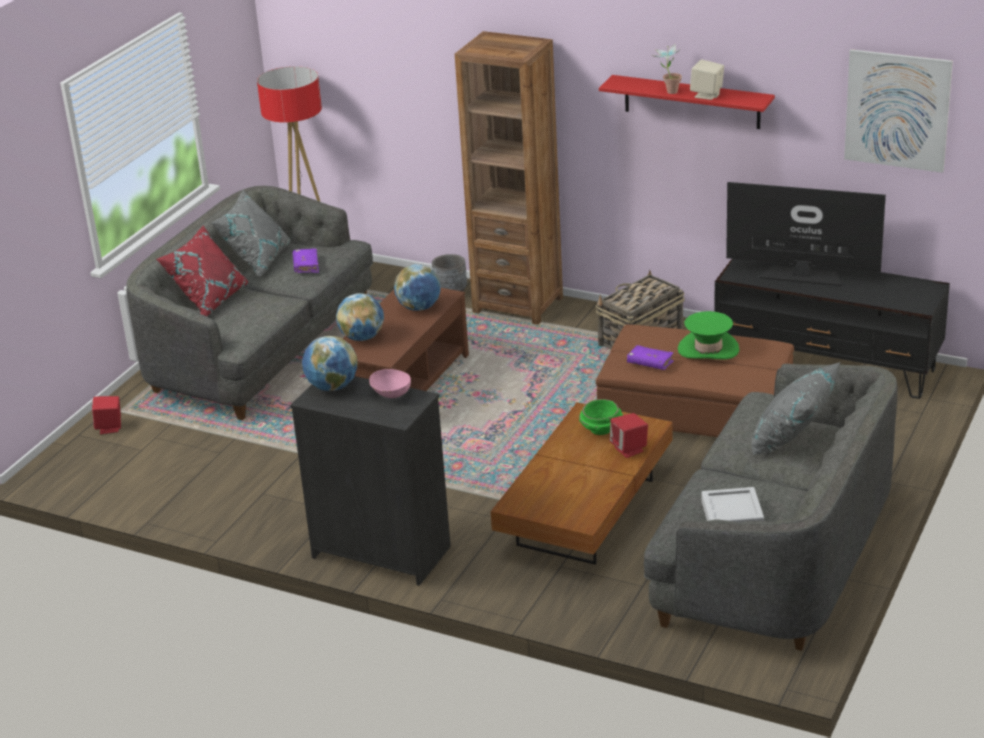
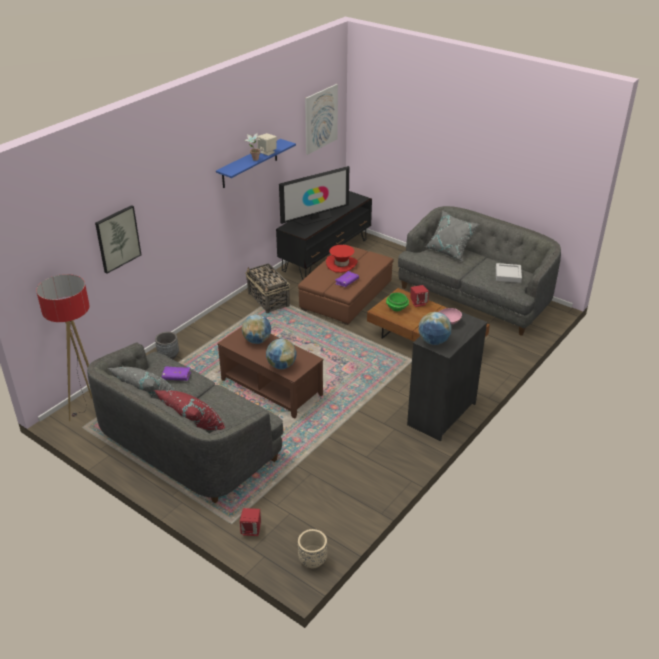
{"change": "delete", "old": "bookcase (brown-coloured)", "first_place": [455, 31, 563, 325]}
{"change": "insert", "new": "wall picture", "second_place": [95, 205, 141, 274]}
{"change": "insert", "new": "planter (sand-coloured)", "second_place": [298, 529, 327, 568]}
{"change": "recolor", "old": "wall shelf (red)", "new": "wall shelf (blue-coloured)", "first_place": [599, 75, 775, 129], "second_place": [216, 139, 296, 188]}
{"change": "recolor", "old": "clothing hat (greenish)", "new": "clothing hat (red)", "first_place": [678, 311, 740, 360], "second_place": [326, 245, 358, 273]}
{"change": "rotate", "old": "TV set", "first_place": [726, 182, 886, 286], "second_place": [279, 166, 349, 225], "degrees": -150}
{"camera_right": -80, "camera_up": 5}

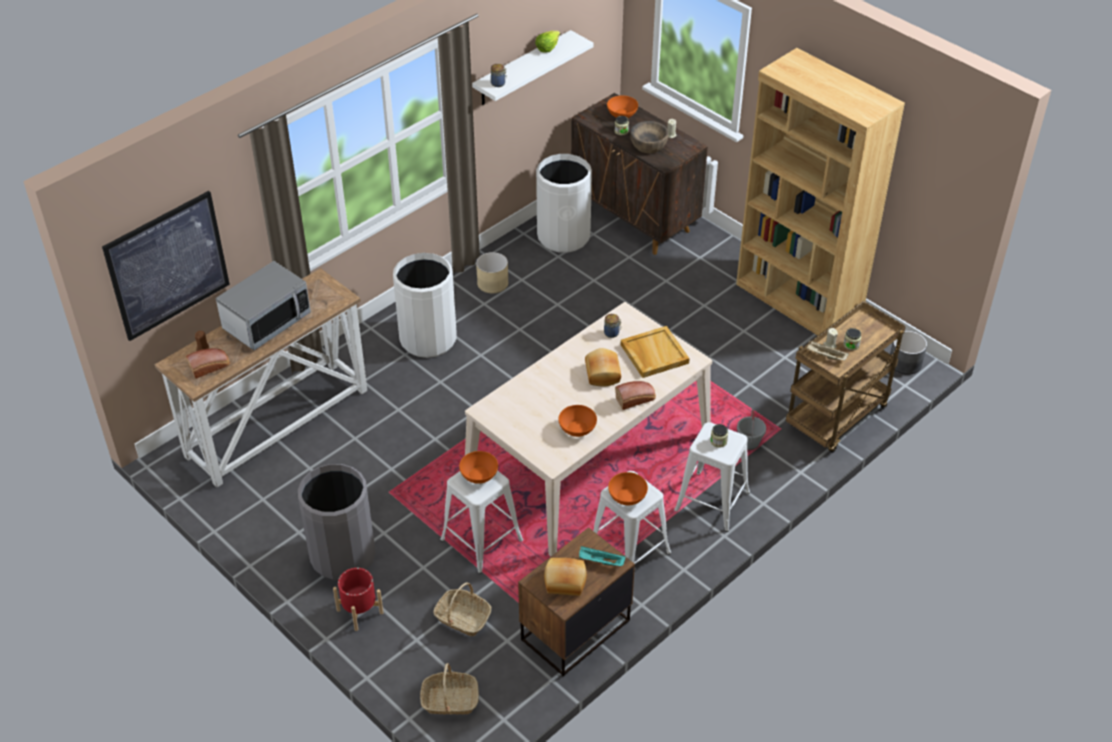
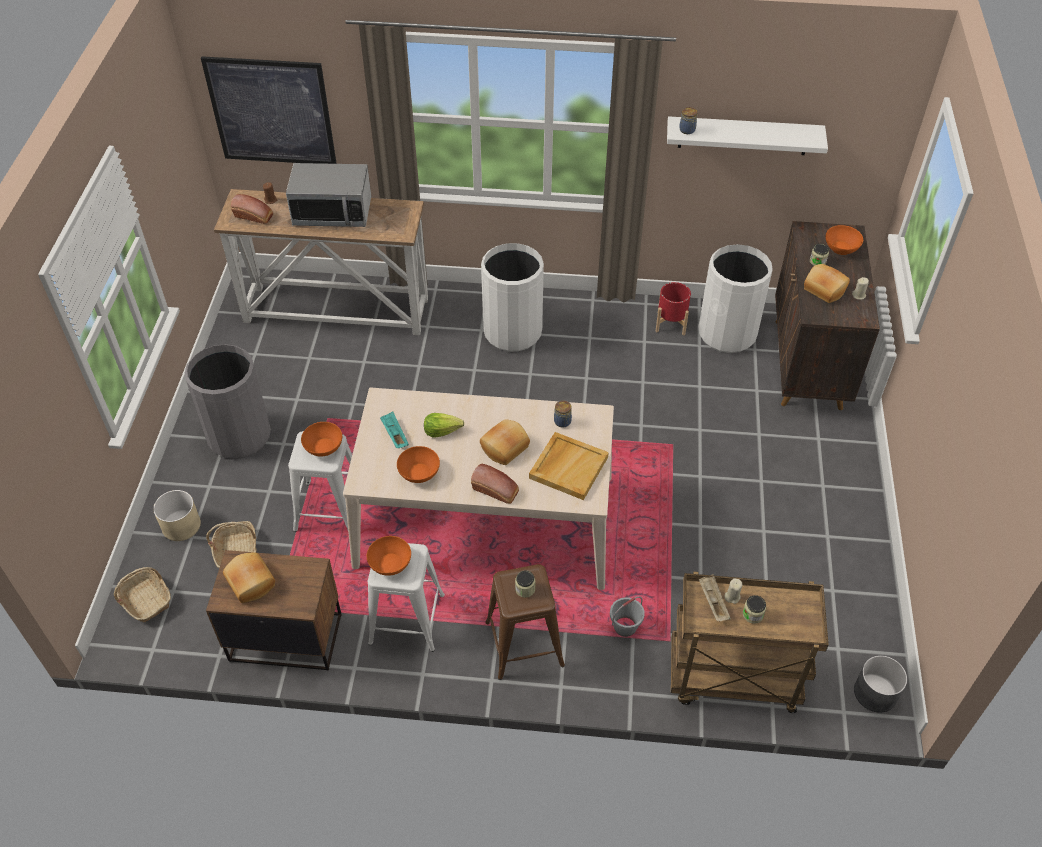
{"change": "delete", "old": "bookcase (brown-coloured)", "first_place": [736, 48, 905, 335]}
{"change": "move", "old": "planter (red)", "first_place": [333, 568, 384, 631], "second_place": [656, 282, 691, 335]}
{"change": "move", "old": "planter (sand-coloured)", "first_place": [476, 252, 508, 293], "second_place": [153, 490, 201, 541]}
{"change": "move", "old": "lettuce", "first_place": [535, 31, 560, 53], "second_place": [424, 413, 464, 437]}
{"change": "move", "old": "carrying tray (blue-green)", "first_place": [579, 546, 626, 566], "second_place": [380, 411, 409, 448]}
{"change": "replace", "old": "bowl (brown-coloured)", "new": "baked bread", "first_place": [630, 121, 668, 153], "second_place": [804, 264, 850, 303]}
{"change": "recolor", "old": "stool (whitish)", "new": "stool (brown-coloured)", "first_place": [674, 422, 750, 532], "second_place": [485, 564, 565, 680]}
{"camera_right": 50, "camera_up": 5}

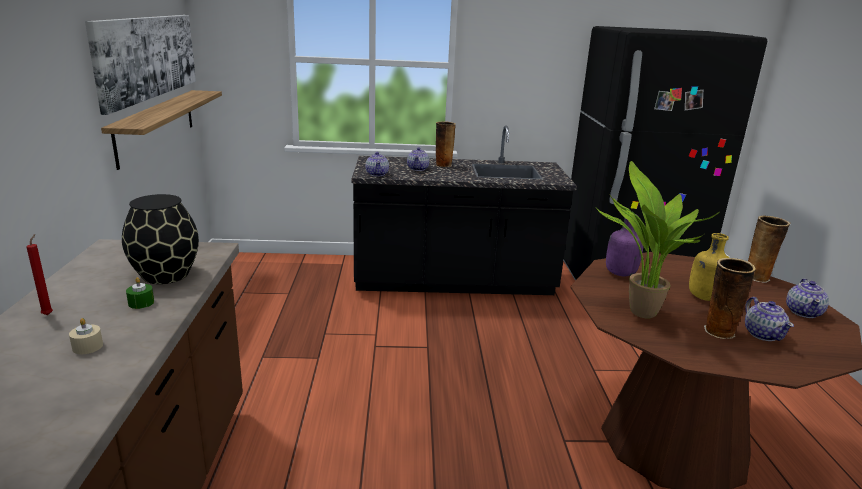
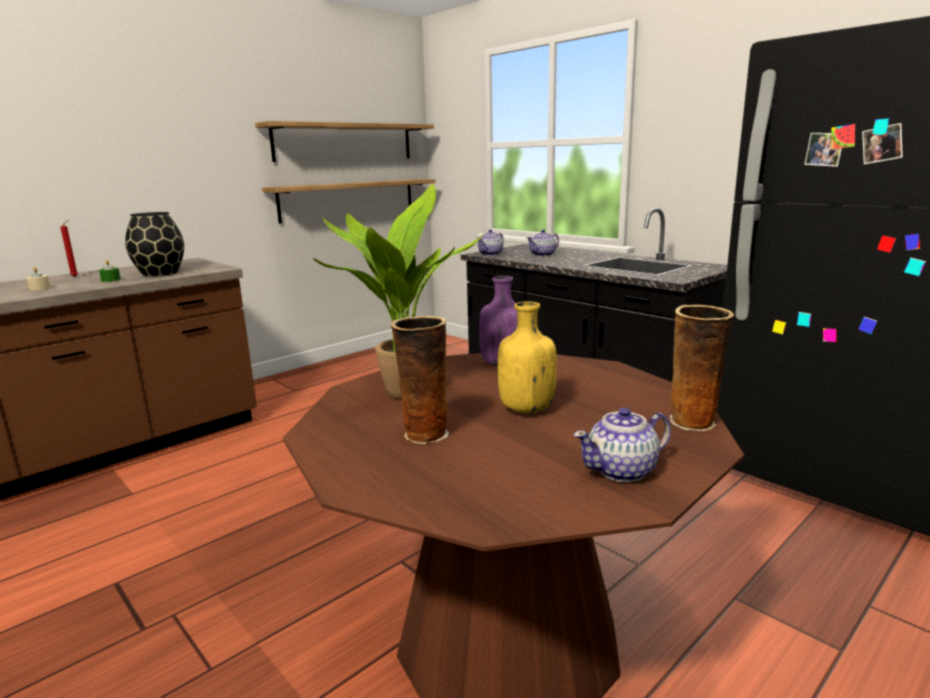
{"change": "delete", "old": "flower vase", "first_place": [436, 121, 456, 167]}
{"change": "delete", "old": "tea pot", "first_place": [745, 297, 794, 341]}
{"change": "replace", "old": "wall picture", "new": "wall shelf", "first_place": [85, 15, 196, 115], "second_place": [255, 121, 434, 162]}
{"camera_right": 50, "camera_up": -5}

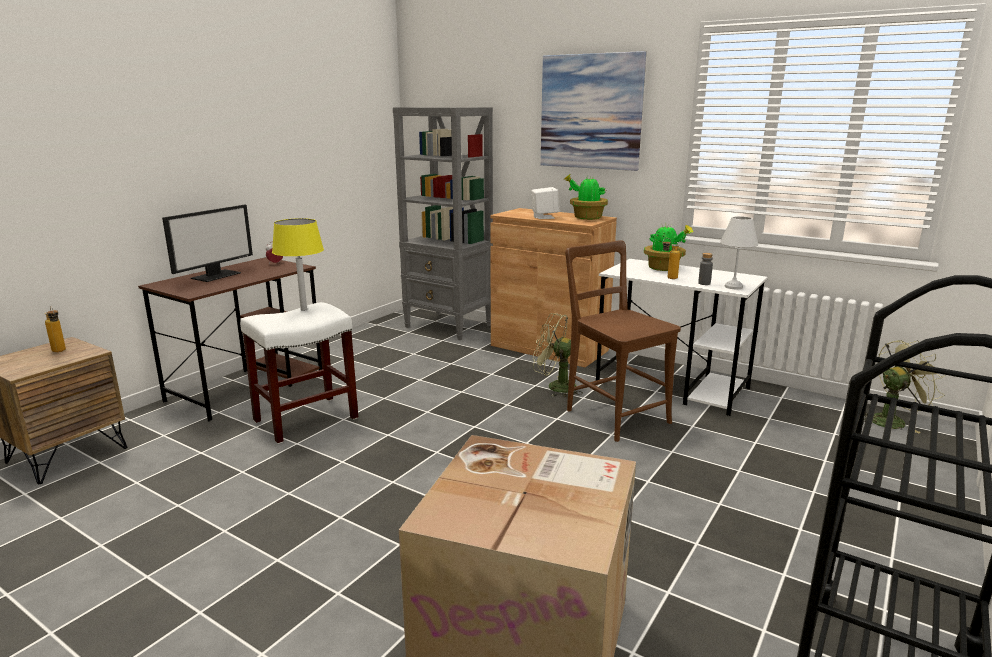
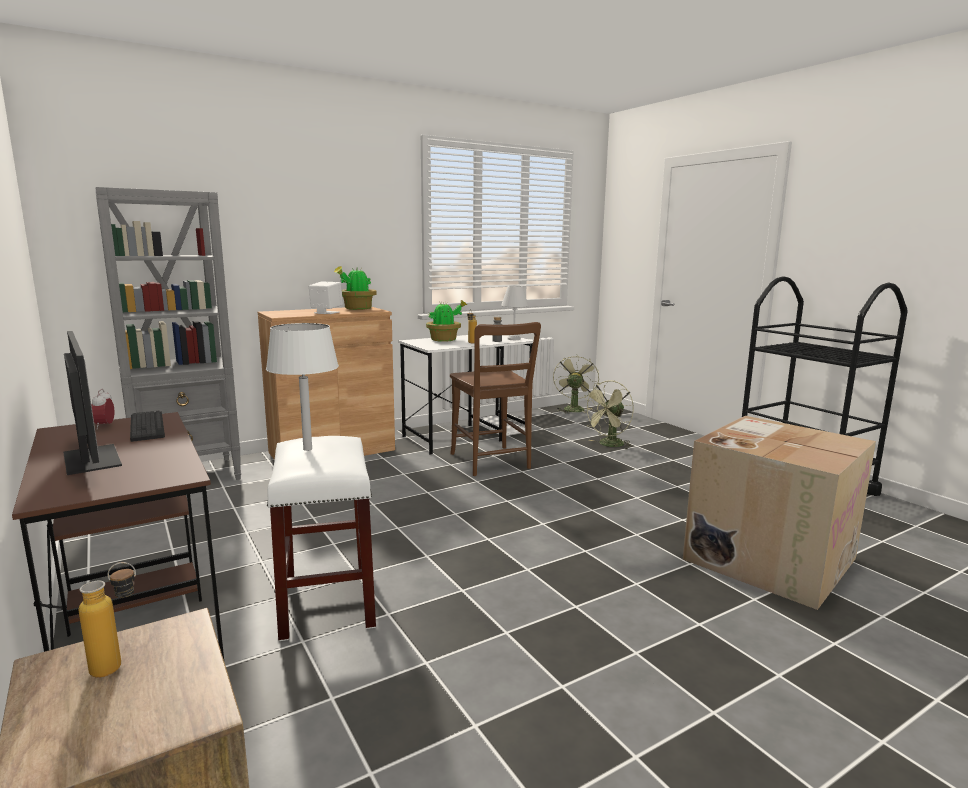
{"change": "delete", "old": "wall picture", "first_place": [541, 51, 646, 171]}
{"change": "insert", "new": "PC keyboard", "second_place": [130, 411, 165, 442]}
{"change": "move", "old": "cooling fan (greenish)", "first_place": [533, 313, 583, 397], "second_place": [581, 381, 634, 449]}
{"change": "recolor", "old": "tabletop lamp (yellowish)", "new": "tabletop lamp (whitish)", "first_place": [272, 218, 324, 311], "second_place": [266, 323, 339, 451]}
{"change": "rotate", "old": "chair (brown-coloured)", "first_place": [566, 240, 681, 442], "second_place": [450, 322, 541, 476], "degrees": -105}
{"camera_right": -65, "camera_up": -5}

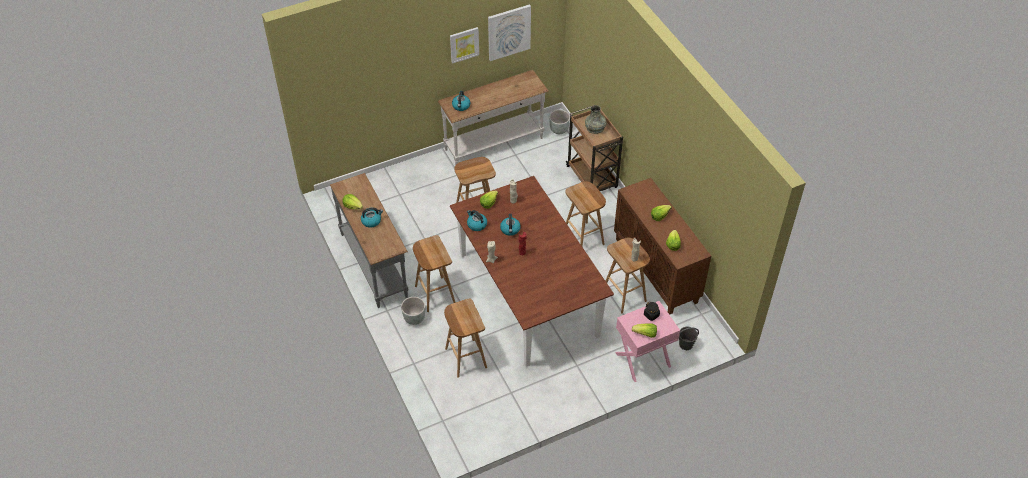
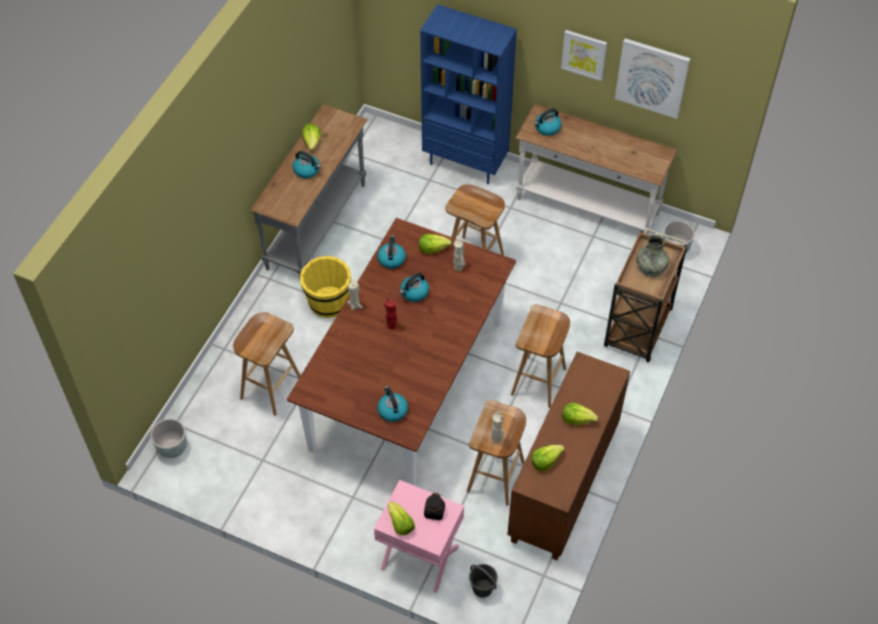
{"change": "insert", "new": "tea kettle", "second_place": [377, 386, 408, 422]}
{"change": "insert", "new": "bookcase (blue-coloured)", "second_place": [420, 4, 517, 184]}
{"change": "move", "old": "planter (greyish)", "first_place": [401, 297, 425, 325], "second_place": [151, 419, 187, 458]}
{"change": "replace", "old": "stool (brown-coloured)", "new": "pail (yellowish)", "first_place": [413, 235, 455, 312], "second_place": [300, 256, 351, 318]}
{"camera_right": 50, "camera_up": 5}

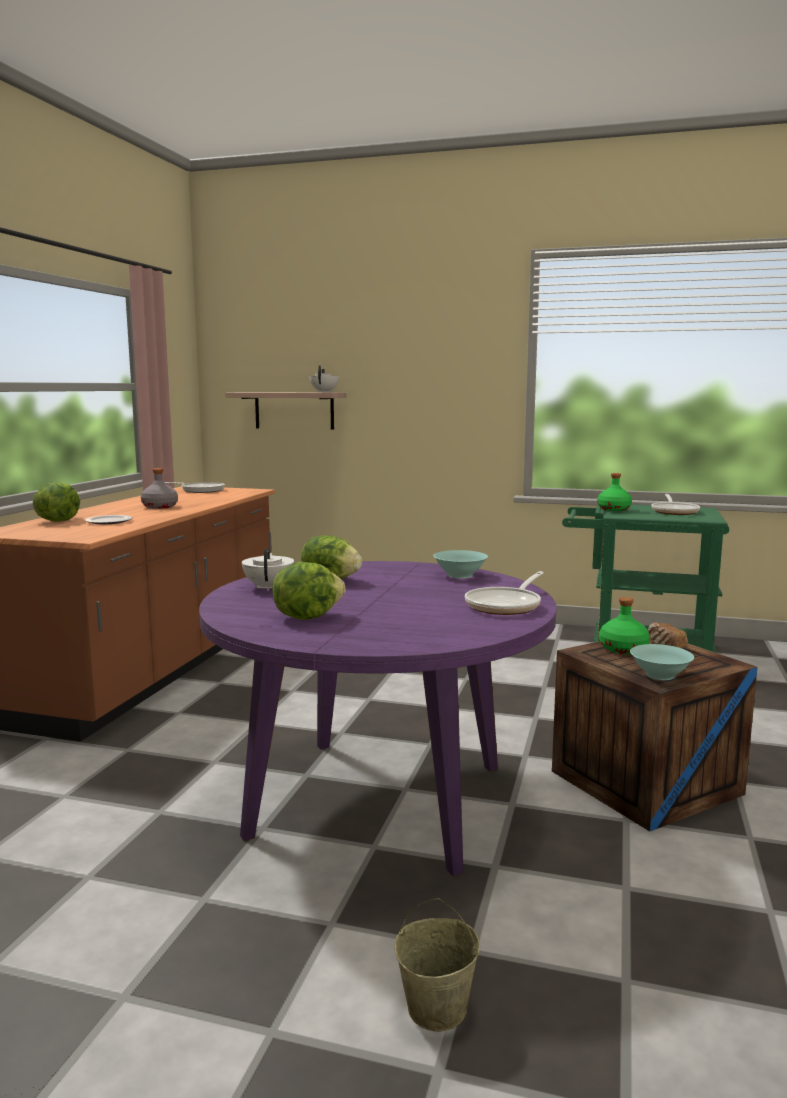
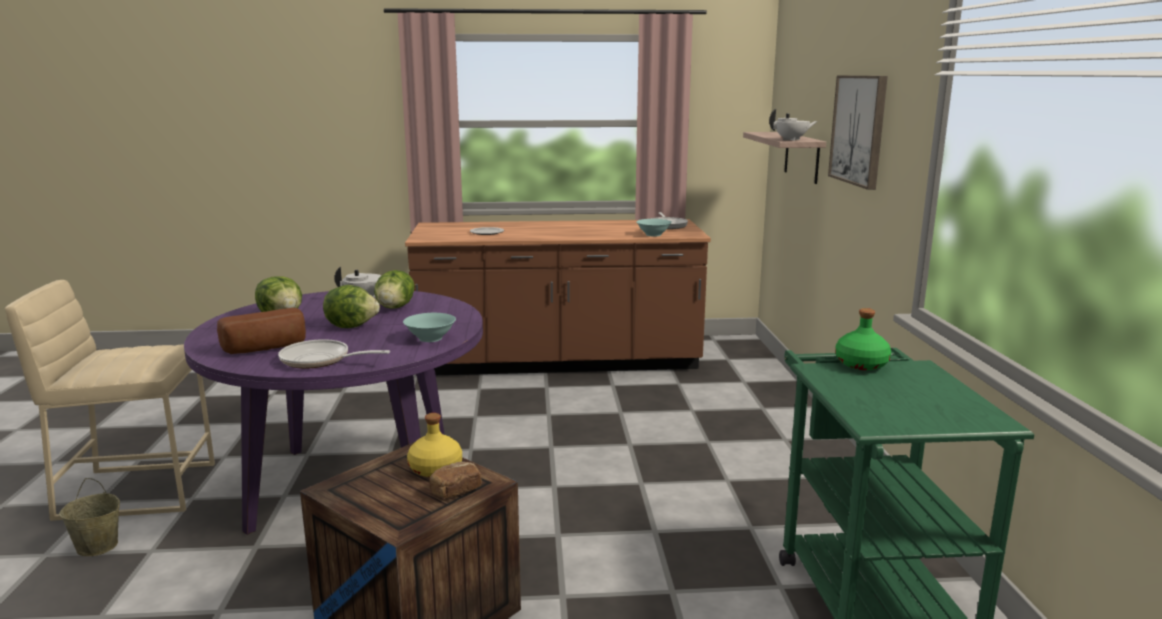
{"change": "delete", "old": "drink bottle (greyish)", "first_place": [141, 468, 178, 509]}
{"change": "delete", "old": "skillet", "first_place": [652, 494, 700, 515]}
{"change": "insert", "new": "stool (sand-coloured)", "second_place": [5, 280, 215, 521]}
{"change": "insert", "new": "baked bread", "second_place": [217, 308, 306, 354]}
{"change": "insert", "new": "wall picture", "second_place": [828, 75, 888, 190]}
{"change": "move", "old": "lettuce", "first_place": [33, 483, 81, 522], "second_place": [323, 285, 380, 328]}
{"change": "move", "old": "bowl (blue-green)", "first_place": [630, 644, 694, 680], "second_place": [636, 219, 672, 236]}
{"change": "recolor", "old": "drink bottle (greenish)", "new": "drink bottle (yellowish)", "first_place": [599, 597, 650, 654], "second_place": [407, 413, 462, 477]}
{"camera_right": 70, "camera_up": 5}

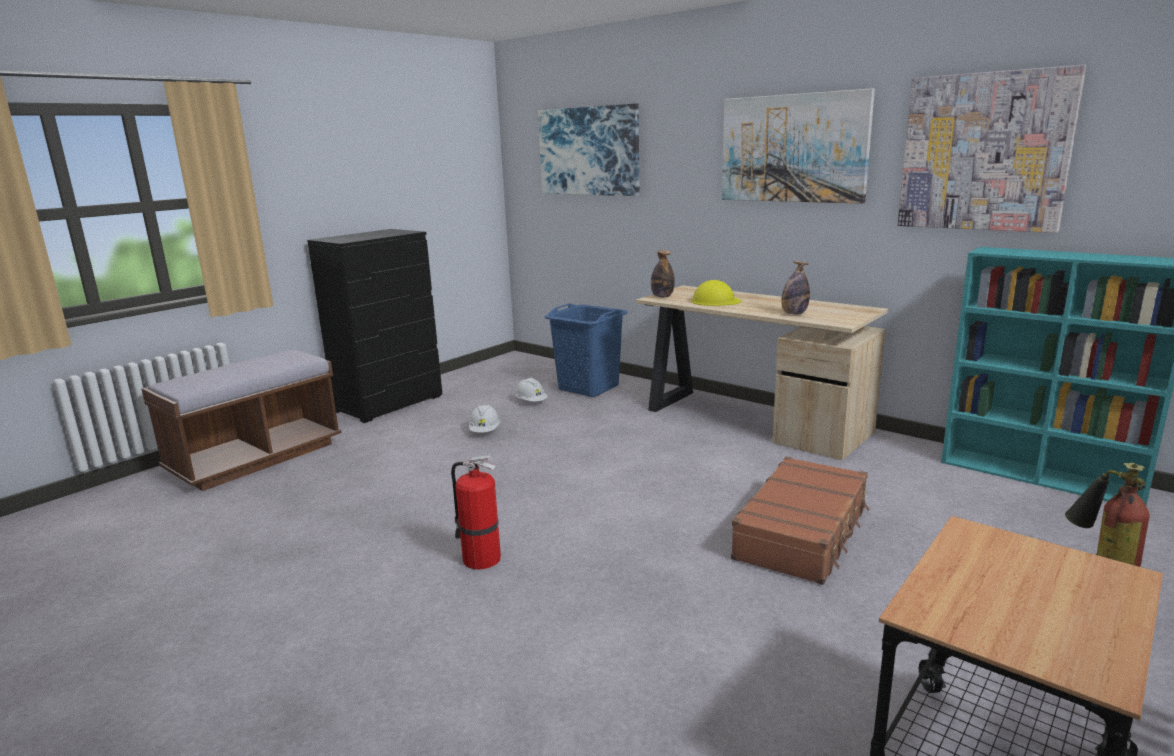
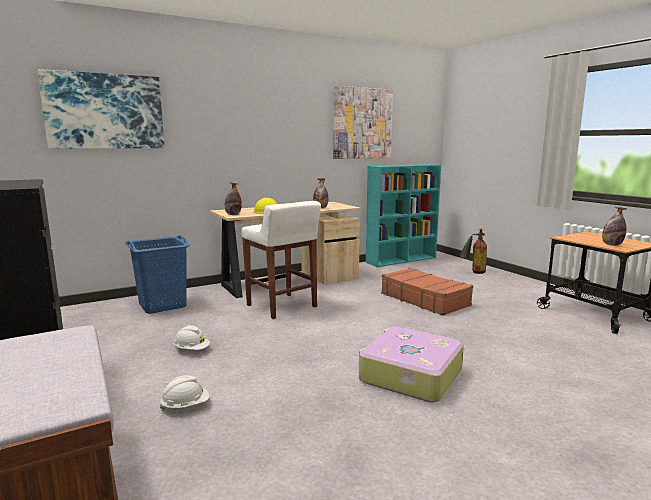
{"change": "delete", "old": "wall picture", "first_place": [722, 89, 875, 204]}
{"change": "insert", "new": "stool (whitish)", "second_place": [241, 201, 321, 319]}
{"change": "insert", "new": "drink bottle", "second_place": [602, 206, 627, 246]}
{"change": "move", "old": "work helmet (whitish)", "first_place": [515, 378, 548, 402], "second_place": [160, 375, 209, 411]}
{"change": "replace", "old": "fire-fighting cylinder", "new": "piece of luggage", "first_place": [451, 455, 501, 569], "second_place": [359, 327, 464, 403]}
{"camera_right": -70, "camera_up": -5}

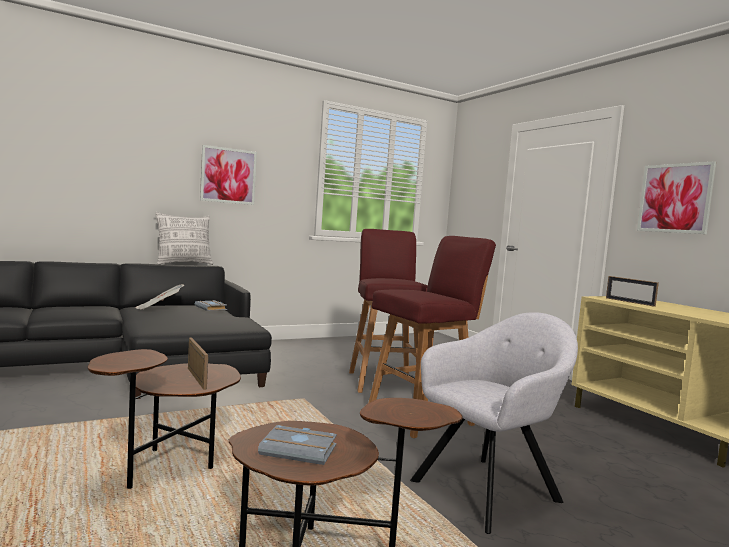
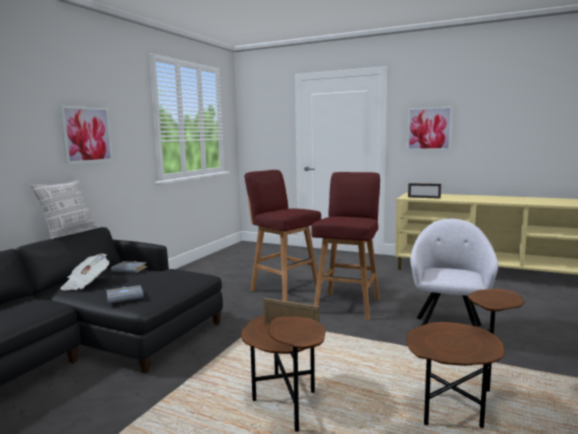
{"change": "move", "old": "bound book (greyish)", "first_place": [258, 425, 337, 465], "second_place": [107, 285, 144, 303]}
{"camera_right": -35, "camera_up": 5}

